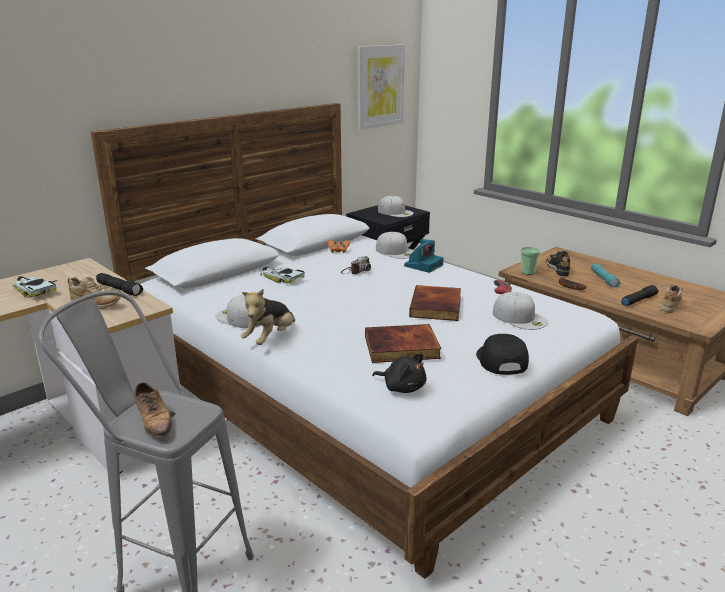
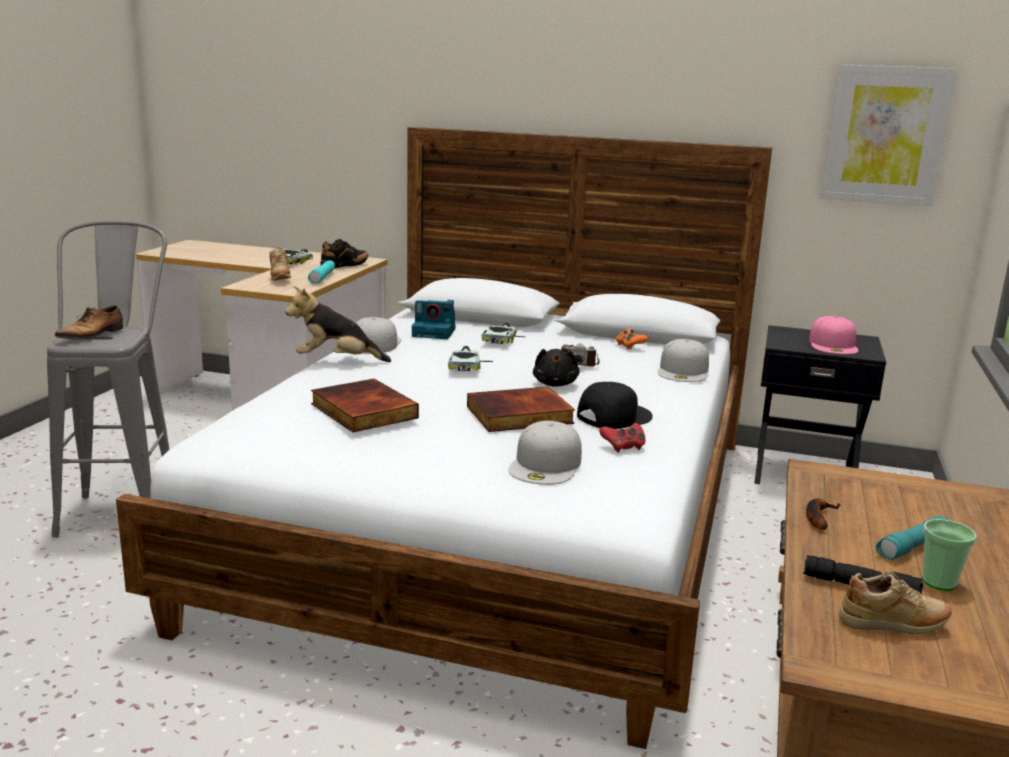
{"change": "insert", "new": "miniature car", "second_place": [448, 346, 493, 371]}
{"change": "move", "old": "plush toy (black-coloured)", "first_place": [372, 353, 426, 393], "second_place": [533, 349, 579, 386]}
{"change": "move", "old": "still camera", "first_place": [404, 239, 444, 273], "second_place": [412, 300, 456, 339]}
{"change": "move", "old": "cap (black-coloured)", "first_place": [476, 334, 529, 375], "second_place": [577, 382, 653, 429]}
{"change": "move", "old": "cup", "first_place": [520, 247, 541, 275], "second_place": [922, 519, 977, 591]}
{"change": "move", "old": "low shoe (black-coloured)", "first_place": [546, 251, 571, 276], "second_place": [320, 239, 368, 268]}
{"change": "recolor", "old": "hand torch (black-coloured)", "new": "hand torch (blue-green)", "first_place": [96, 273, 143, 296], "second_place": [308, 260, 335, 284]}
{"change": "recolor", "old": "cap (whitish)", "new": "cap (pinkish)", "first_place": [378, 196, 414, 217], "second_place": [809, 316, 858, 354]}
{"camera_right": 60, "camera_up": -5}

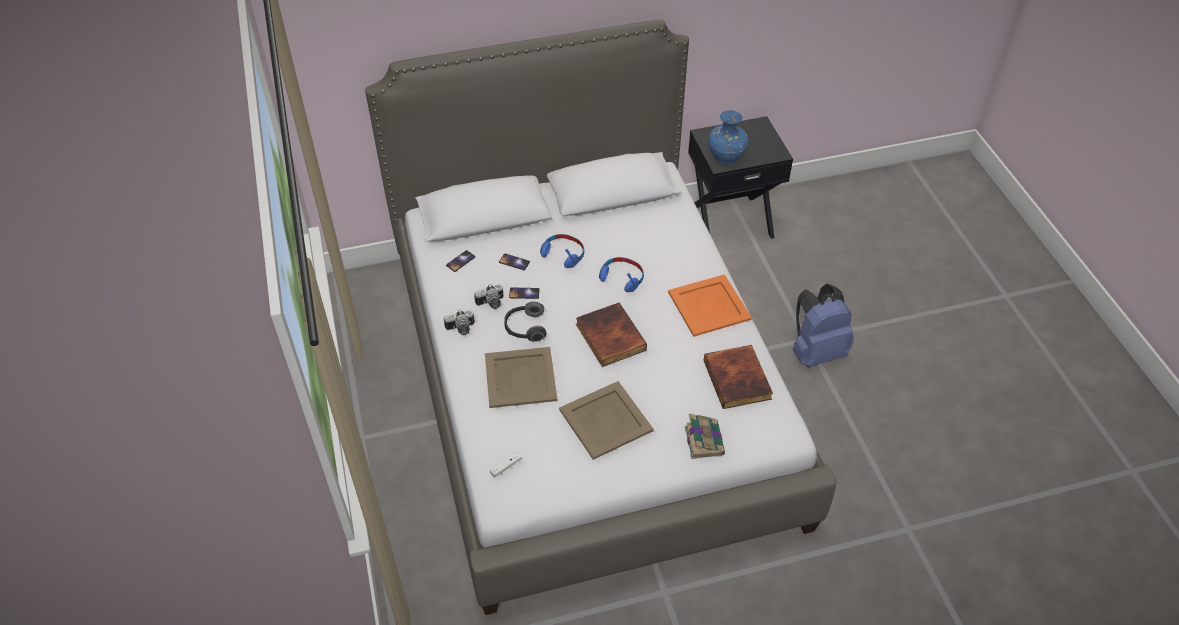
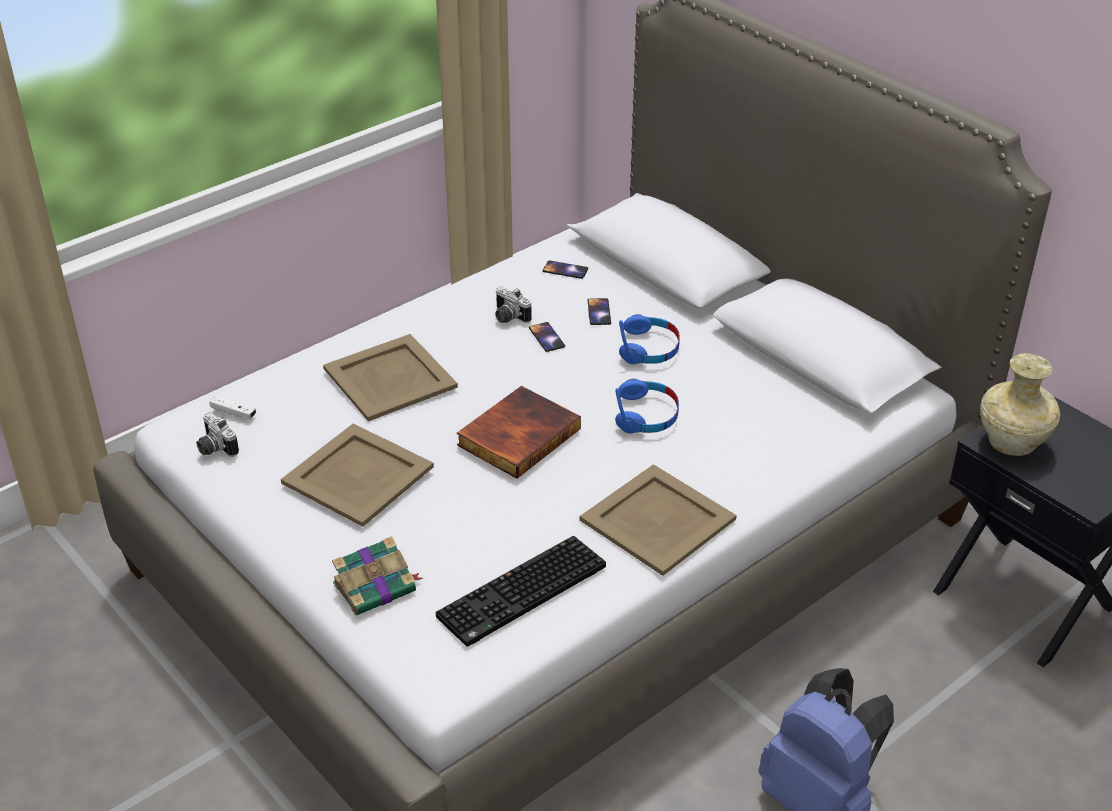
{"change": "delete", "old": "pair of headphones", "first_place": [504, 302, 547, 342]}
{"change": "move", "old": "still camera", "first_place": [444, 309, 475, 335], "second_place": [196, 413, 239, 457]}
{"change": "replace", "old": "bound book", "new": "PC keyboard", "first_place": [704, 345, 773, 409], "second_place": [436, 536, 606, 647]}
{"change": "recolor", "old": "carrying tray (orange-coloured)", "new": "carrying tray (sand-coloured)", "first_place": [668, 274, 752, 337], "second_place": [580, 464, 737, 576]}
{"change": "recolor", "old": "flower vase (blue-coloured)", "new": "flower vase (sand-coloured)", "first_place": [708, 110, 749, 165], "second_place": [980, 353, 1060, 456]}
{"camera_right": 65, "camera_up": -10}

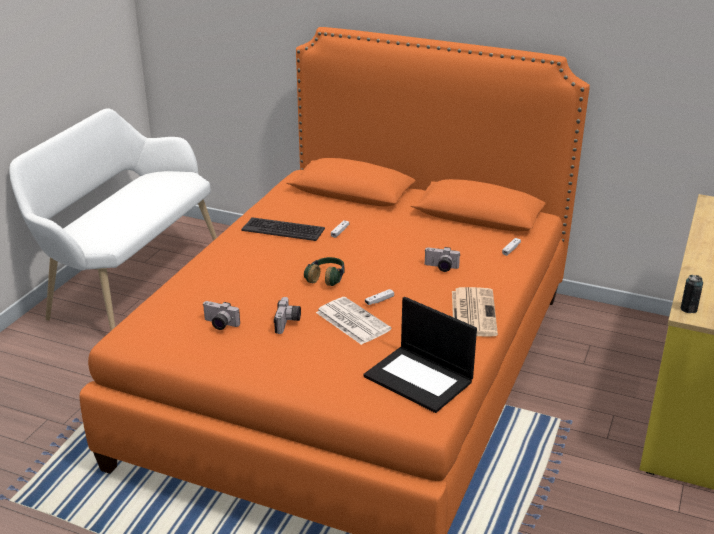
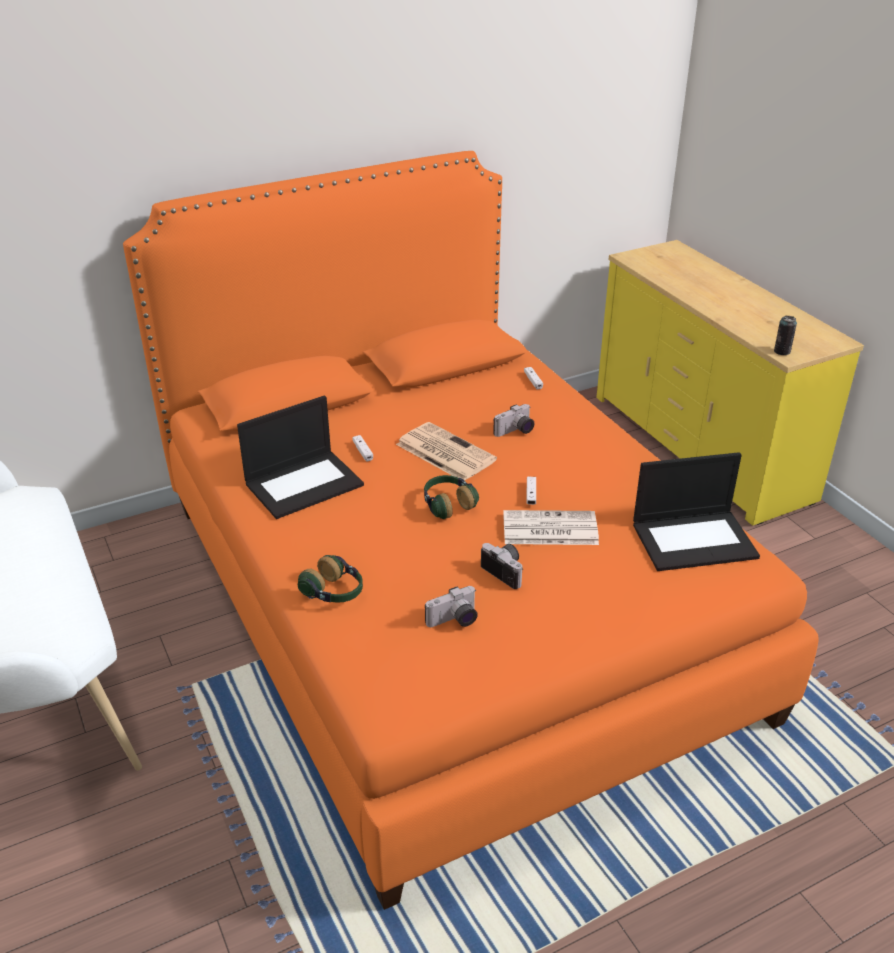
{"change": "insert", "new": "pair of headphones", "second_place": [298, 555, 363, 603]}
{"change": "move", "old": "daily paper", "first_place": [452, 287, 498, 337], "second_place": [396, 422, 497, 480]}
{"change": "replace", "old": "PC keyboard", "new": "portable computer", "first_place": [241, 217, 325, 241], "second_place": [237, 396, 364, 519]}
{"camera_right": -50, "camera_up": 5}

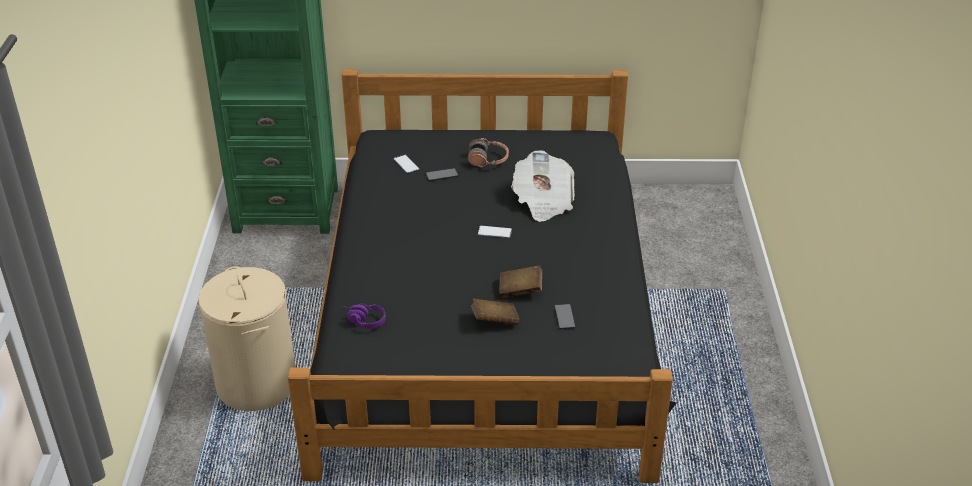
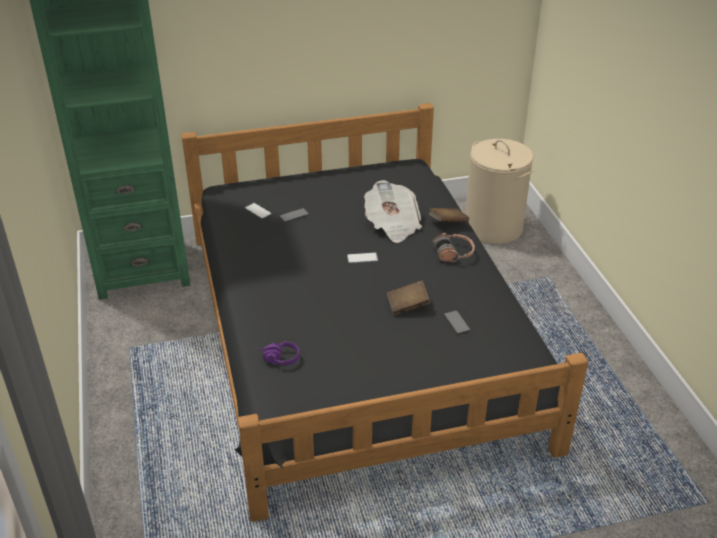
{"change": "move", "old": "hamper (sand-coloured)", "first_place": [198, 266, 295, 411], "second_place": [466, 139, 534, 244]}
{"change": "move", "old": "pair of headphones", "first_place": [468, 138, 509, 167], "second_place": [432, 233, 475, 262]}
{"change": "move", "old": "bound book (brown-coloured)", "first_place": [471, 298, 519, 325], "second_place": [428, 208, 469, 222]}
{"camera_right": -15, "camera_up": 0}

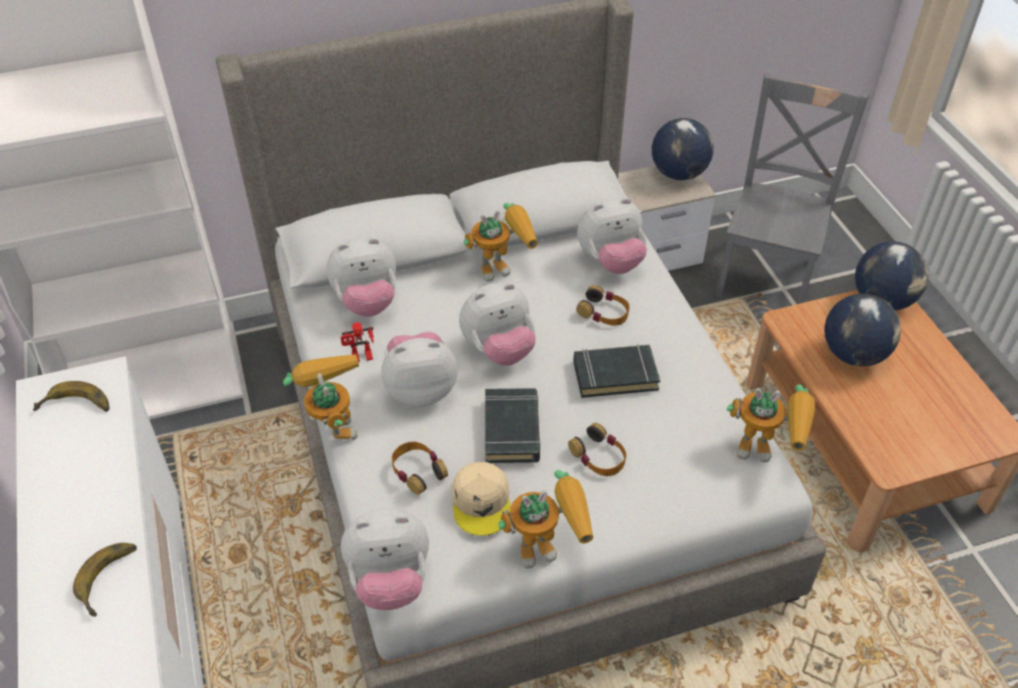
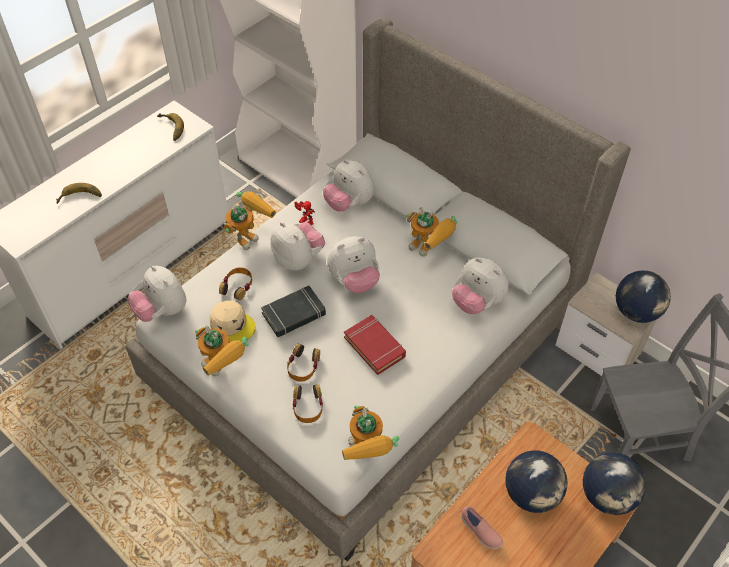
{"change": "insert", "new": "low shoe (pinkish)", "second_place": [461, 506, 503, 549]}
{"change": "move", "old": "pair of headphones", "first_place": [576, 285, 630, 325], "second_place": [293, 385, 323, 423]}
{"change": "recolor", "old": "bound book (black-coloured)", "new": "bound book (red)", "first_place": [573, 344, 660, 398], "second_place": [344, 315, 406, 375]}
{"change": "rotate", "old": "cap (sand-coloured)", "first_place": [452, 462, 511, 536], "second_place": [210, 300, 256, 342], "degrees": -105}
{"change": "rotate", "old": "plush toy", "first_place": [459, 283, 536, 366], "second_place": [327, 236, 380, 293], "degrees": -60}
{"camera_right": 60, "camera_up": 5}

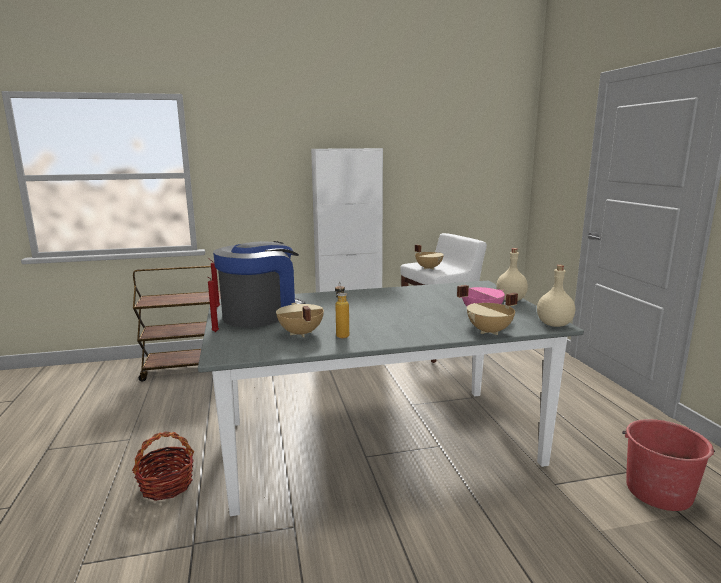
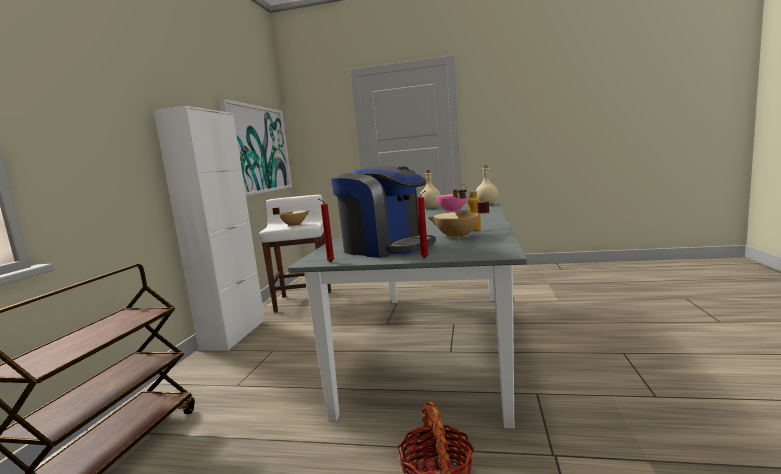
{"change": "delete", "old": "saucepot (sand-coloured)", "first_place": [467, 292, 518, 335]}
{"change": "delete", "old": "pail (red)", "first_place": [622, 419, 715, 511]}
{"change": "insert", "new": "wall picture", "second_place": [218, 99, 292, 196]}
{"change": "rotate", "old": "coffee brewer", "first_place": [213, 241, 305, 328], "second_place": [331, 165, 436, 258], "degrees": 150}
{"camera_right": -65, "camera_up": -5}

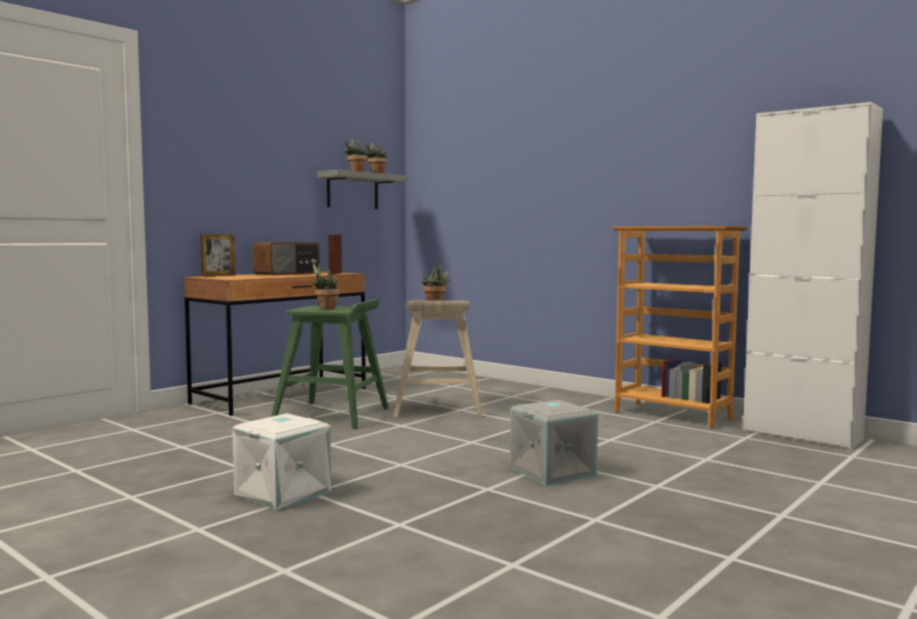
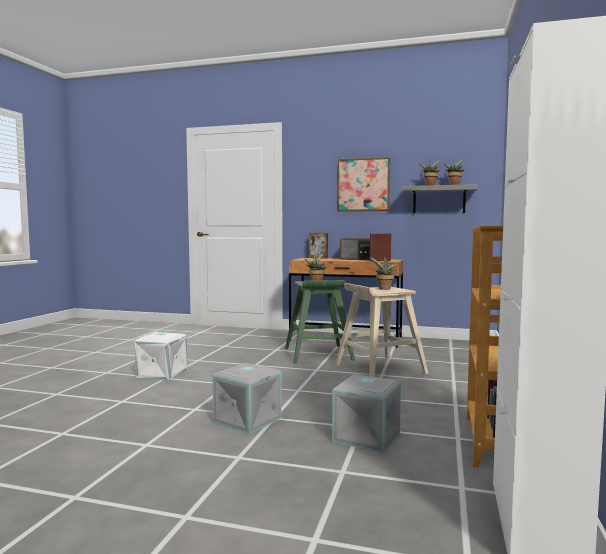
{"change": "insert", "new": "storage bin (greyish)", "second_place": [332, 374, 401, 453]}
{"change": "insert", "new": "wall picture", "second_place": [337, 157, 390, 212]}
{"camera_right": 65, "camera_up": 0}

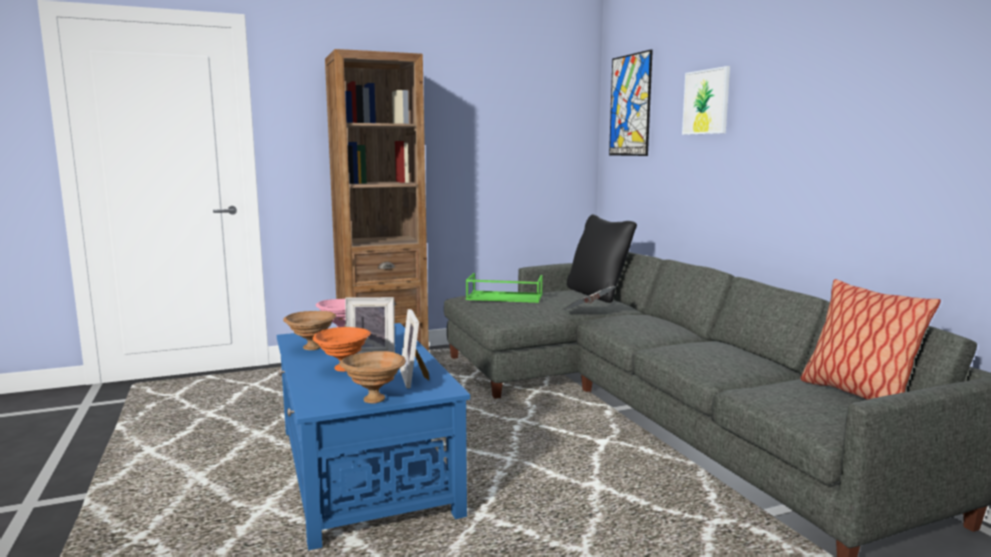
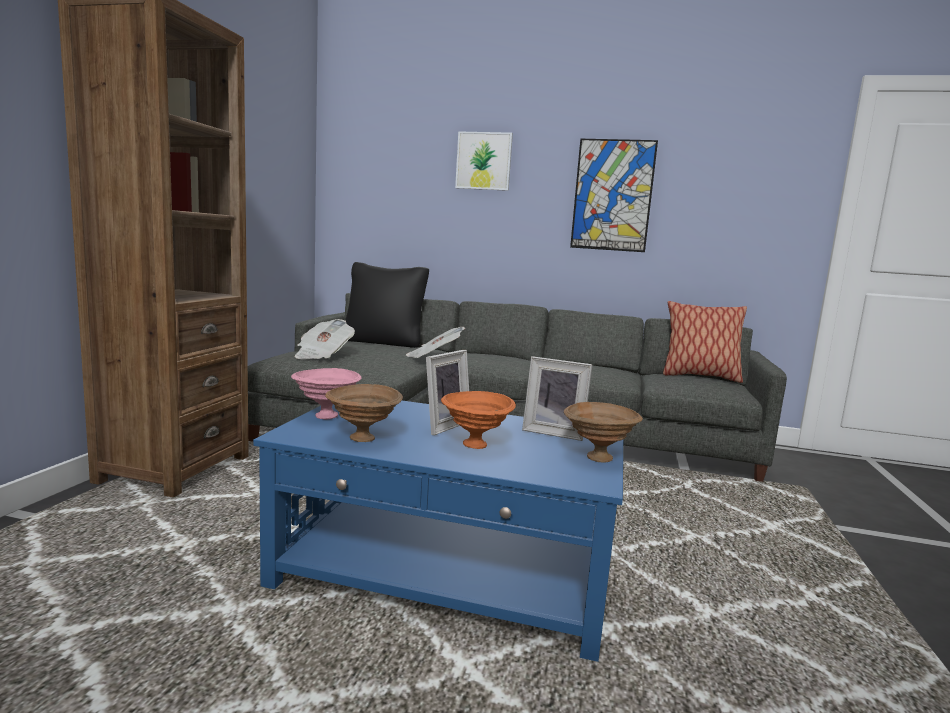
{"change": "move", "old": "wall picture", "first_place": [609, 49, 653, 156], "second_place": [570, 139, 658, 252]}
{"change": "replace", "old": "carrying tray (greenish)", "new": "daily paper", "first_place": [466, 273, 542, 303], "second_place": [295, 319, 355, 360]}
{"camera_right": -55, "camera_up": 0}

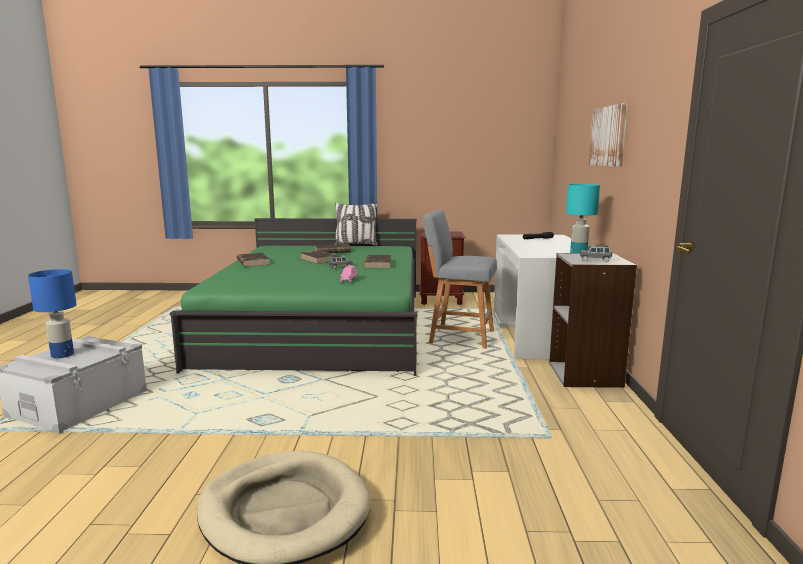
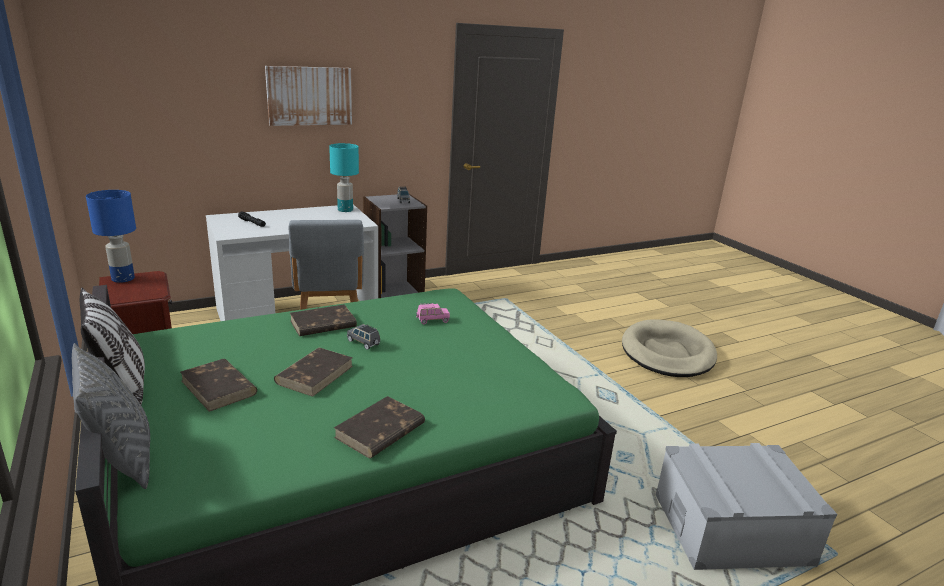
{"change": "insert", "new": "cushion (greyish)", "second_place": [72, 343, 150, 489]}
{"change": "move", "old": "tabletop lamp (blue-coloured)", "first_place": [28, 269, 77, 358], "second_place": [86, 190, 136, 283]}
{"camera_right": -120, "camera_up": 10}

